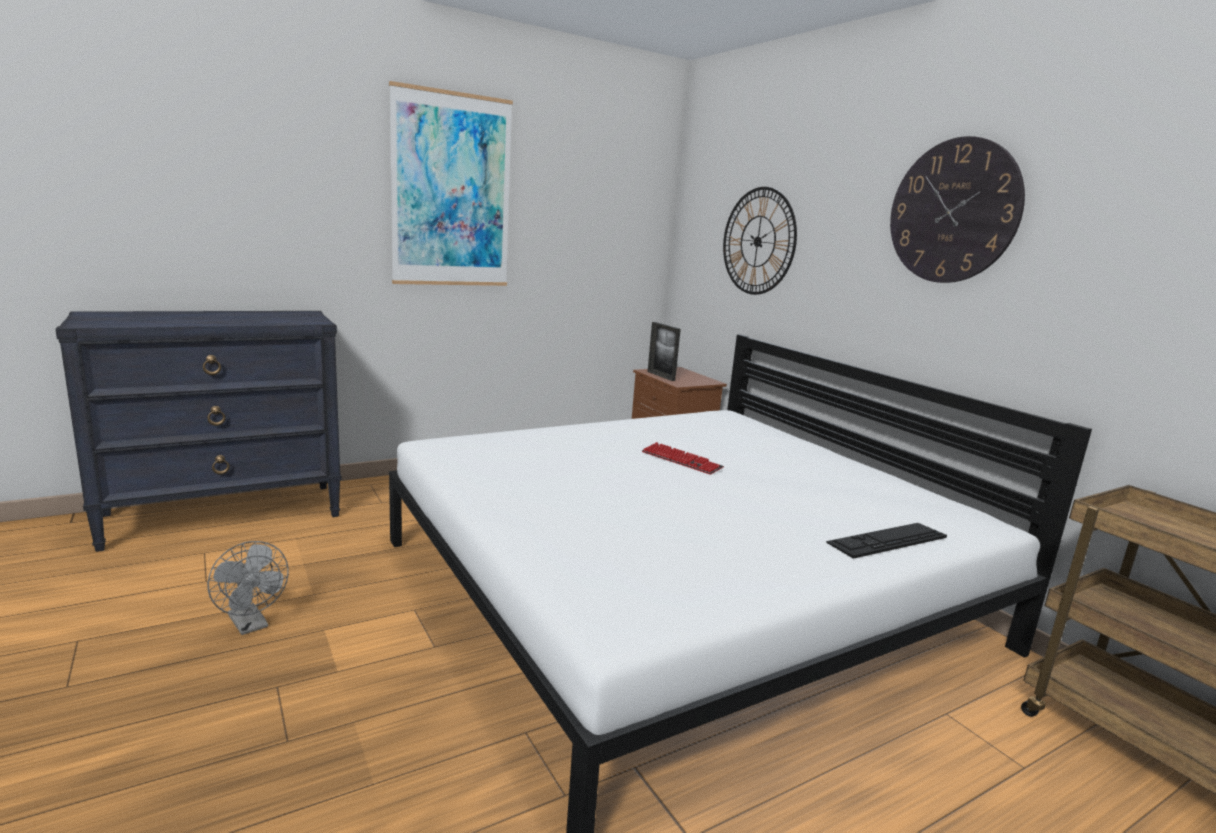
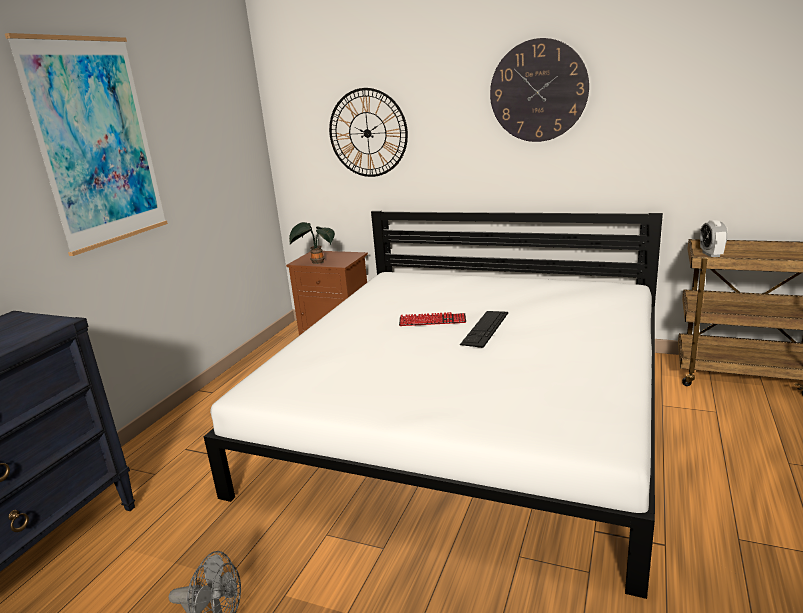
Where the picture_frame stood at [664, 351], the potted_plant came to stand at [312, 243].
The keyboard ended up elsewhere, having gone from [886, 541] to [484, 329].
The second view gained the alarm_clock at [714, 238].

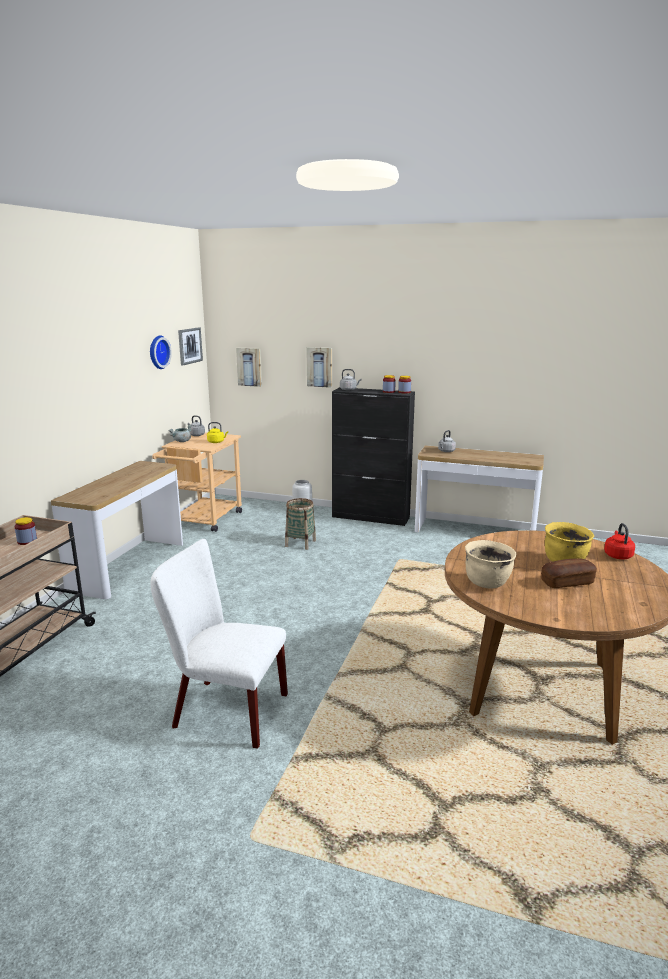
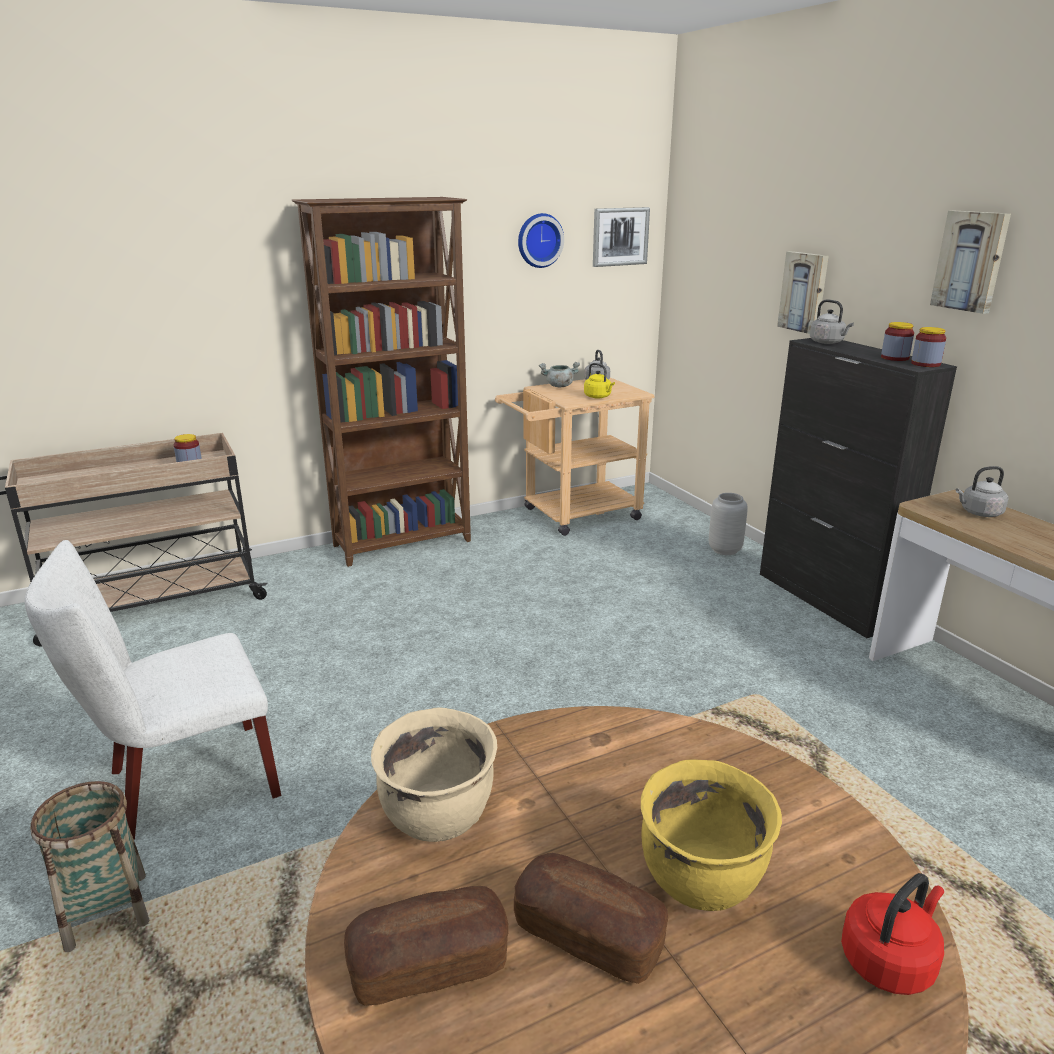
The white_chair at [219, 644] ended up facing another way, 90 degrees counterclockwise from before.
The basket ended up elsewhere, having gone from [300, 524] to [89, 866].
Where the console_table stood at [117, 530], the brown_bookcase came to stand at [381, 382].
The second view gained the bread at [426, 946].
The picture ended up elsewhere, having gone from [249, 367] to [970, 262].

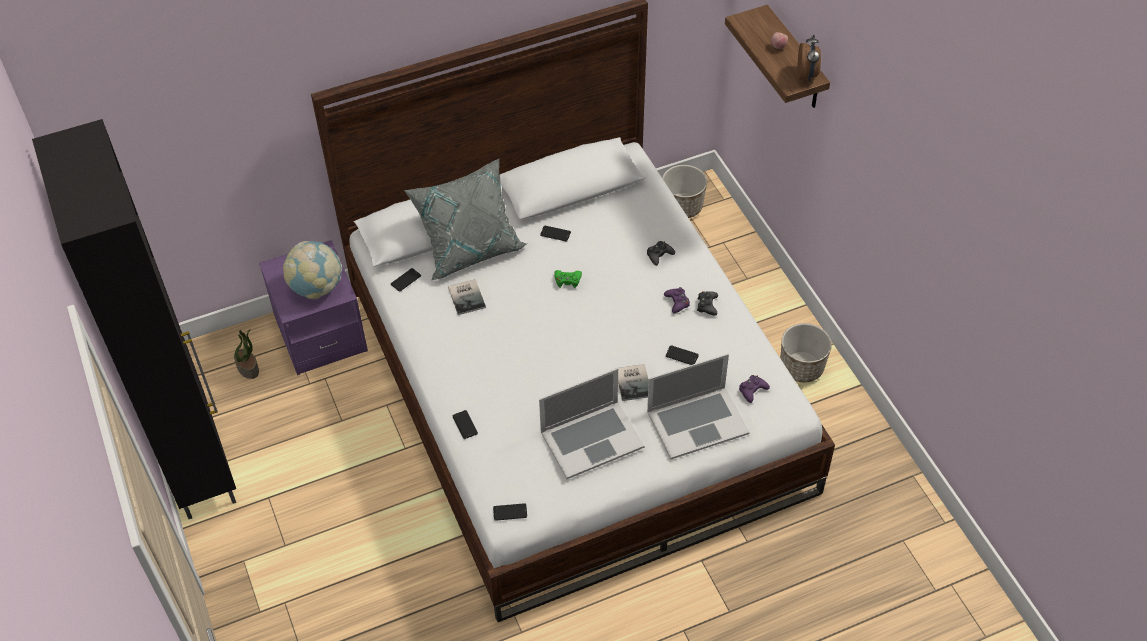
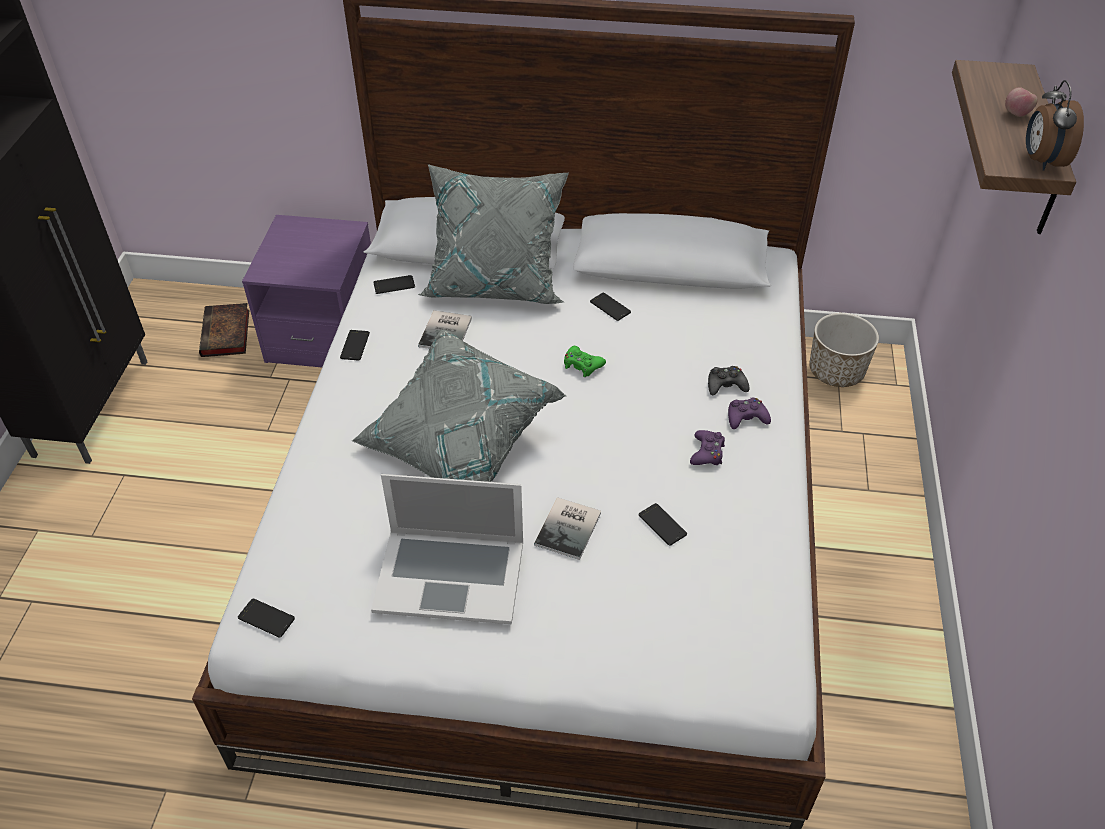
Where the potted_plant stood at [246, 354], the book came to stand at [224, 330].
The phone ended up elsewhere, having gone from [465, 424] to [355, 345].
The second view gained the grey_pillow at [459, 405].
The purple_game_controller ended up elsewhere, having gone from [754, 389] to [749, 413].
The alarm_clock at [809, 58] ended up facing another way, 150 degrees clockwise from before.
The second view lost the globe at [312, 270].
The second view lost the laptop at [698, 407].
The second view lost the black_game_controller at [707, 303].
The second view lost the planter at [806, 352].

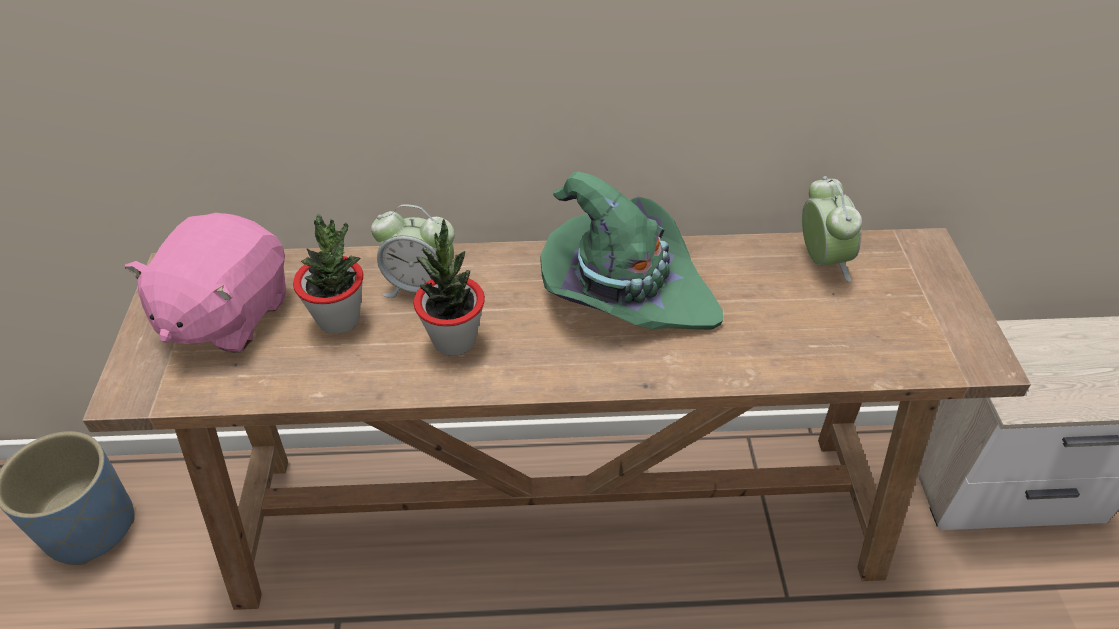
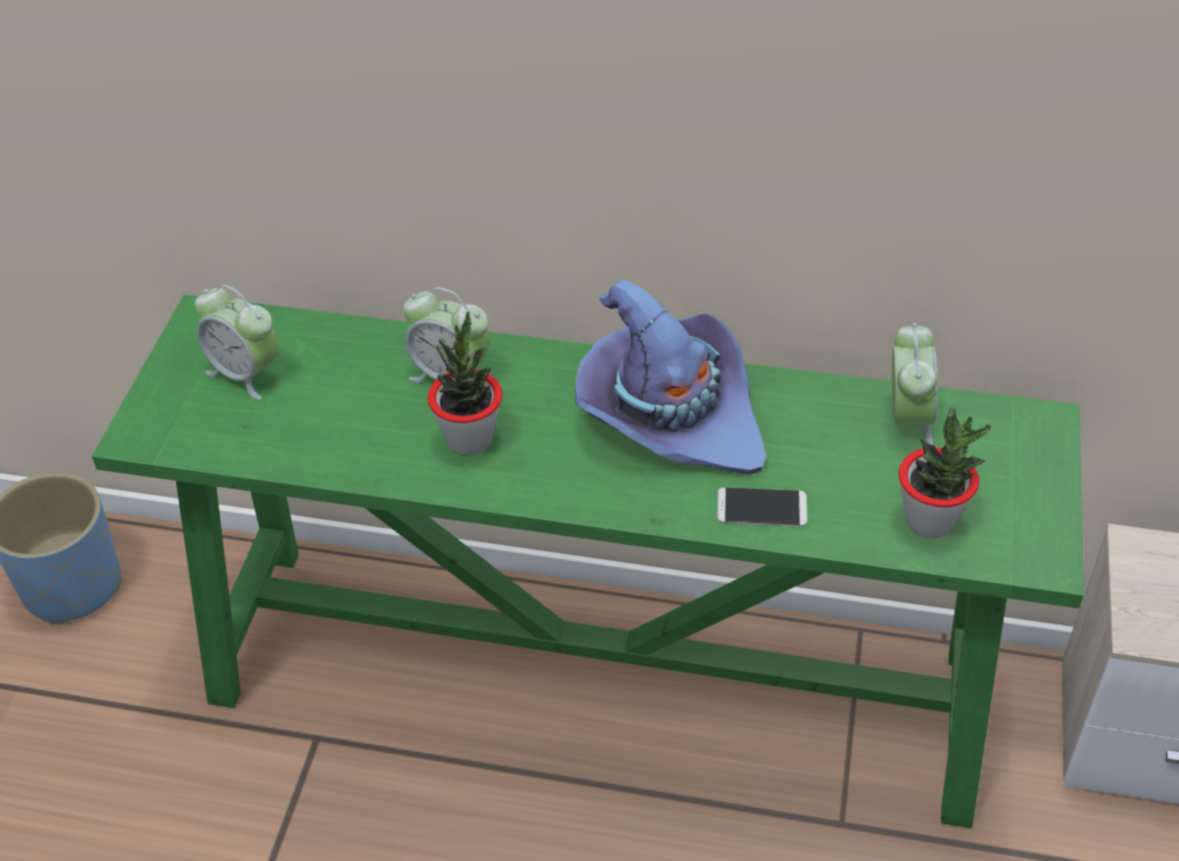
What was the brown_console_table at [557, 419] turned into the green_console_table at [588, 561].
Where the pink_plush_toy stood at [205, 283], the alarm_clock came to stand at [237, 342].
What was the green_hat at [631, 250] turned into the purple_hat at [670, 377].
The second view gained the phone at [762, 507].
The potted_plant ended up elsewhere, having gone from [328, 274] to [945, 472].

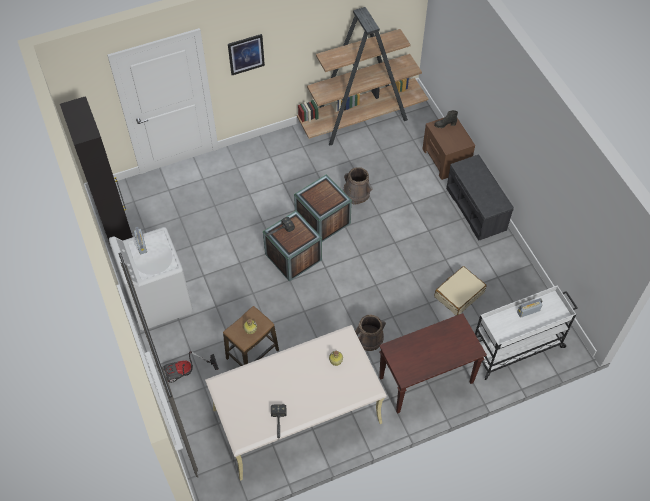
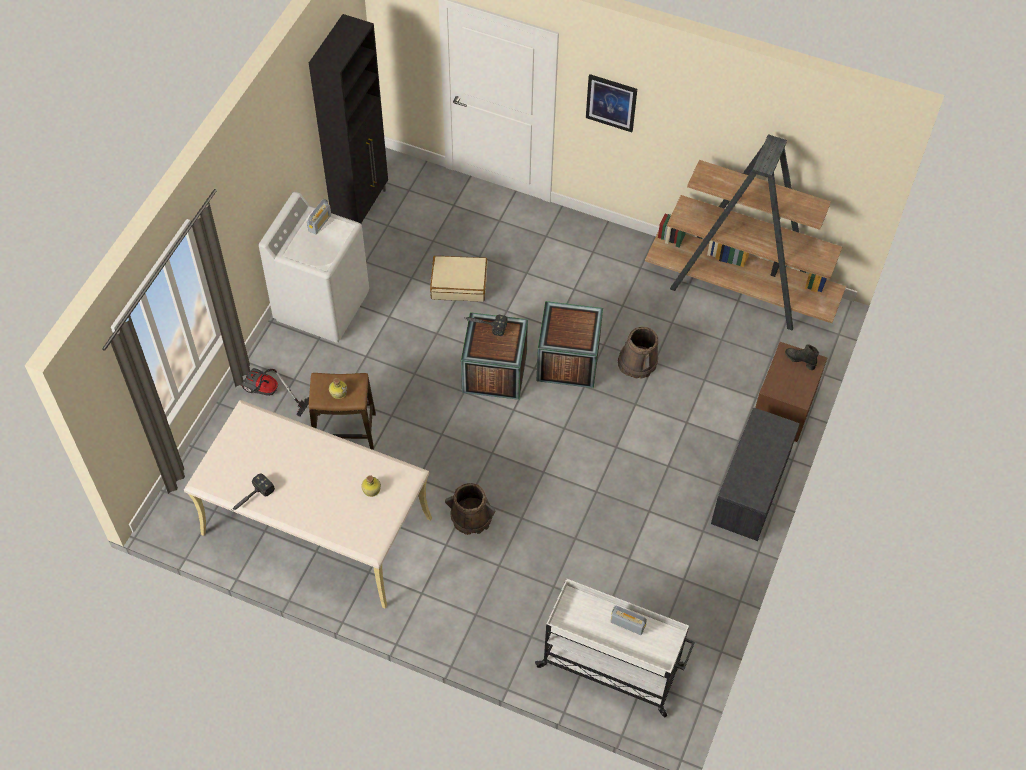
The beige_suitcase ended up elsewhere, having gone from [460, 291] to [458, 279].
The second view lost the brown_console_table at [433, 363].

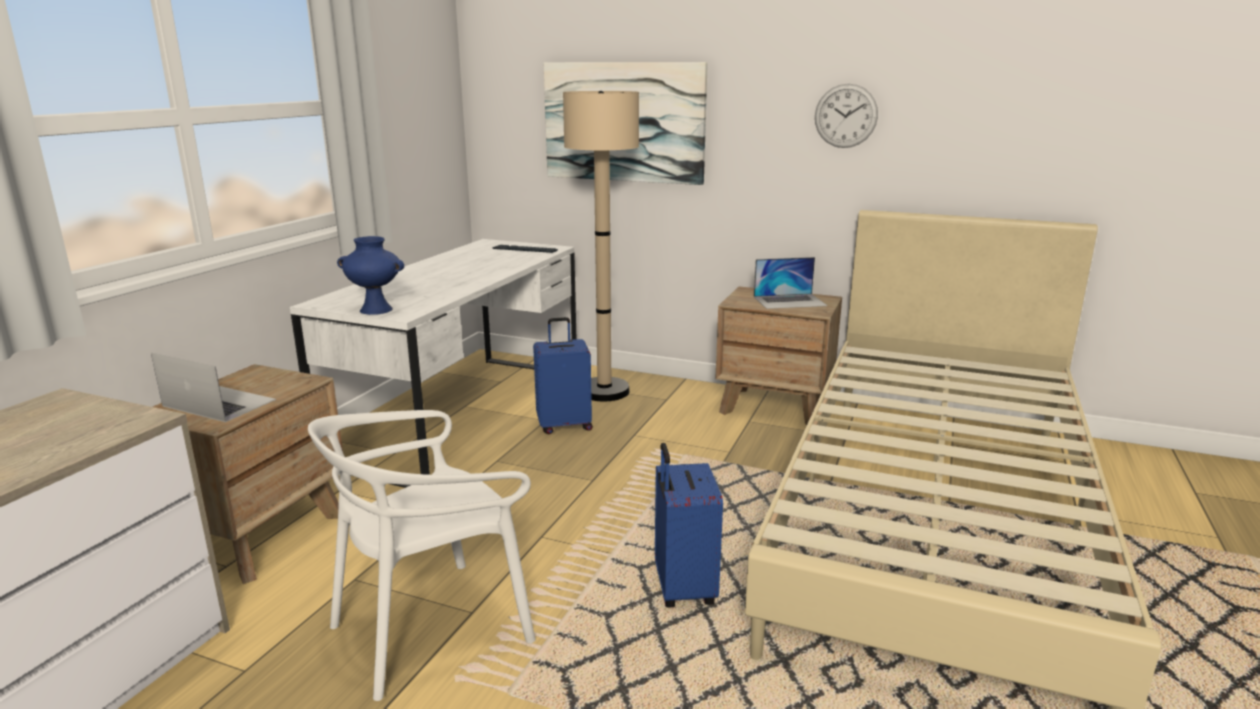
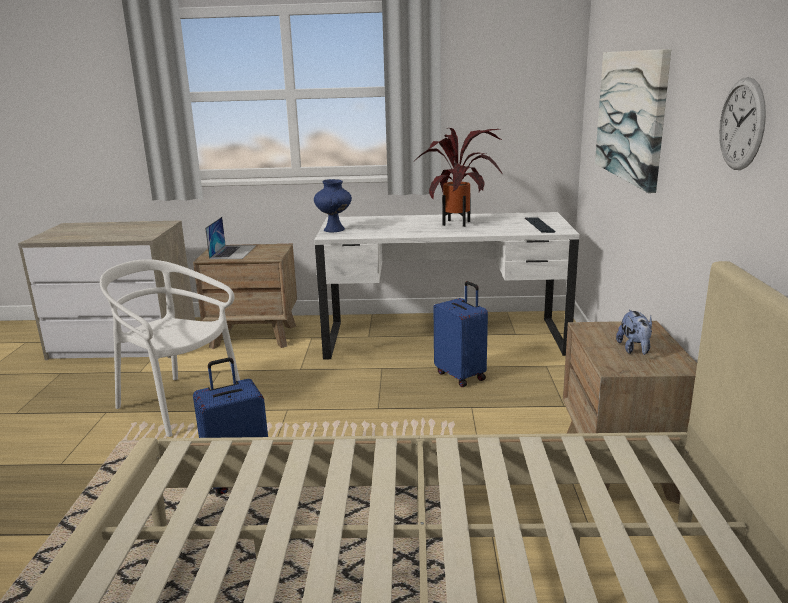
The second view gained the potted_plant at [458, 177].
Where the laptop stood at [790, 283], the plush_toy came to stand at [634, 332].
The second view lost the beige_floor_lamp at [601, 246].

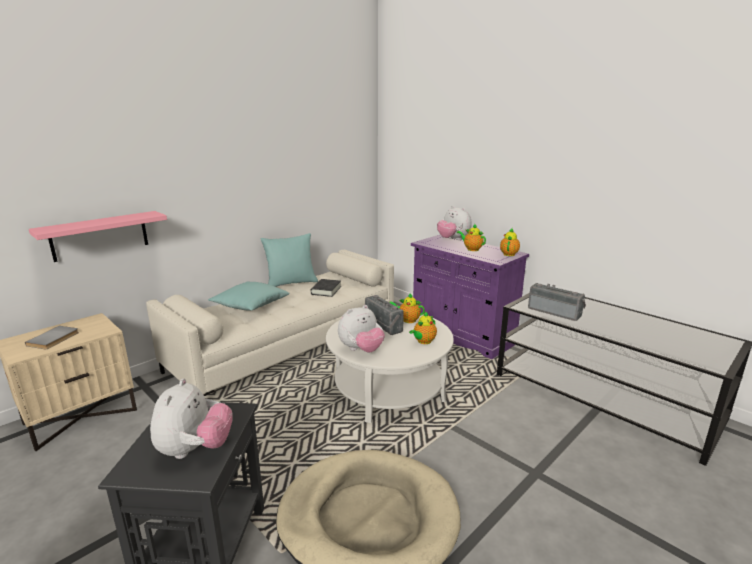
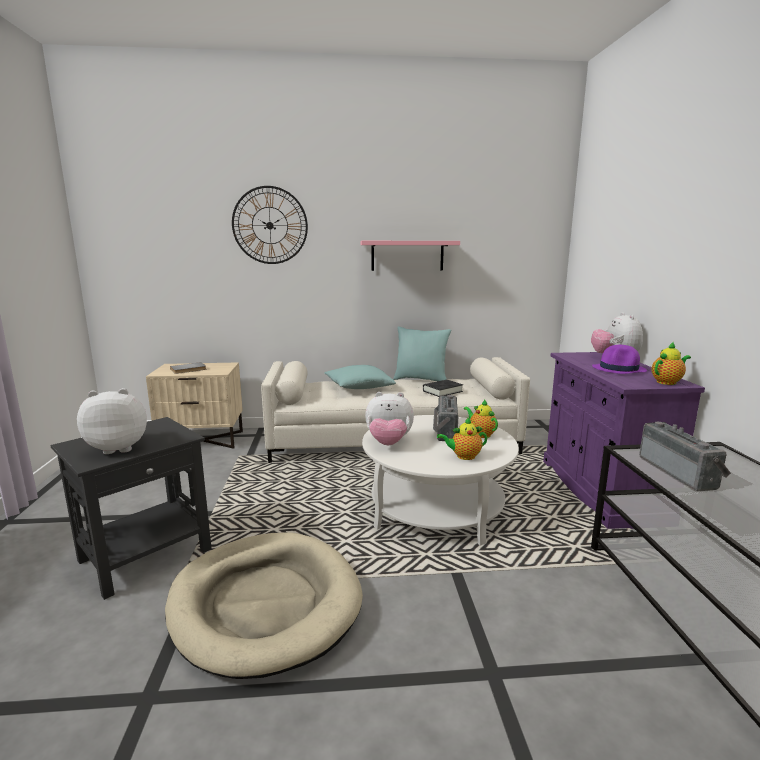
The plush_toy at [191, 419] ended up facing another way, 150 degrees counterclockwise from before.
The second view gained the wall_clock at [270, 225].
The pink_shelf ended up elsewhere, having gone from [98, 236] to [410, 256].
Where the teapot stood at [471, 237], the purple_hat came to stand at [619, 359].

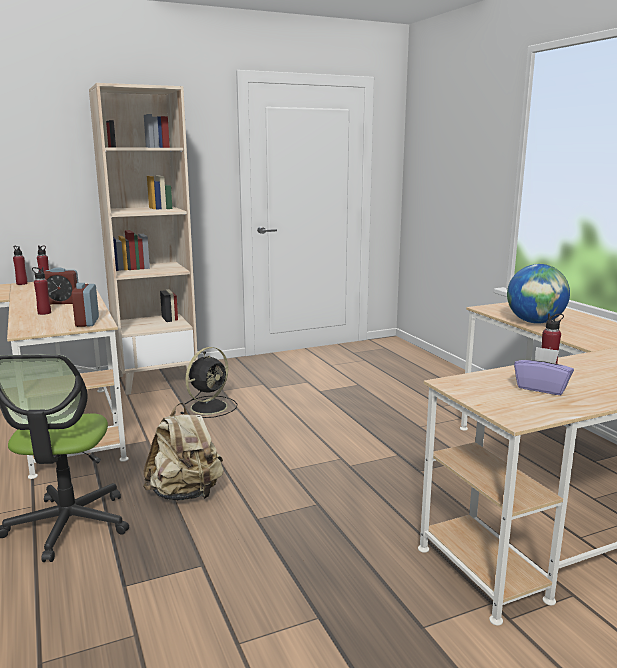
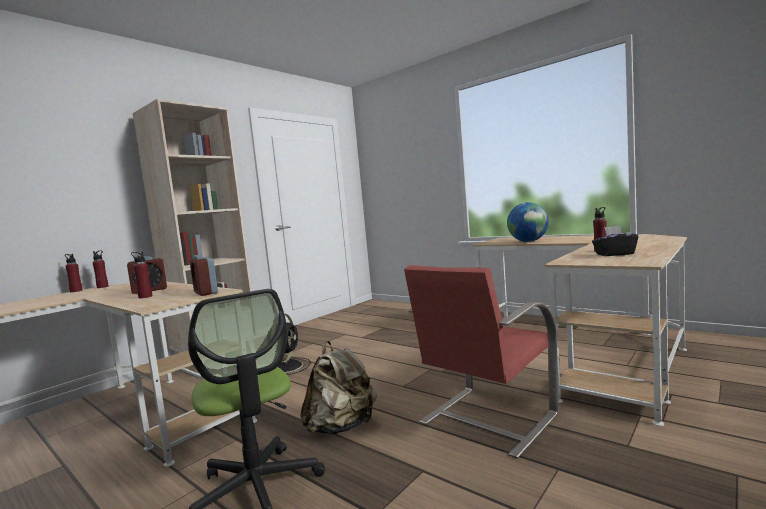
The second view gained the red_chair at [481, 362].
What was the purple_tissue_box at [544, 371] turned into the black_tissue_box at [615, 241].

